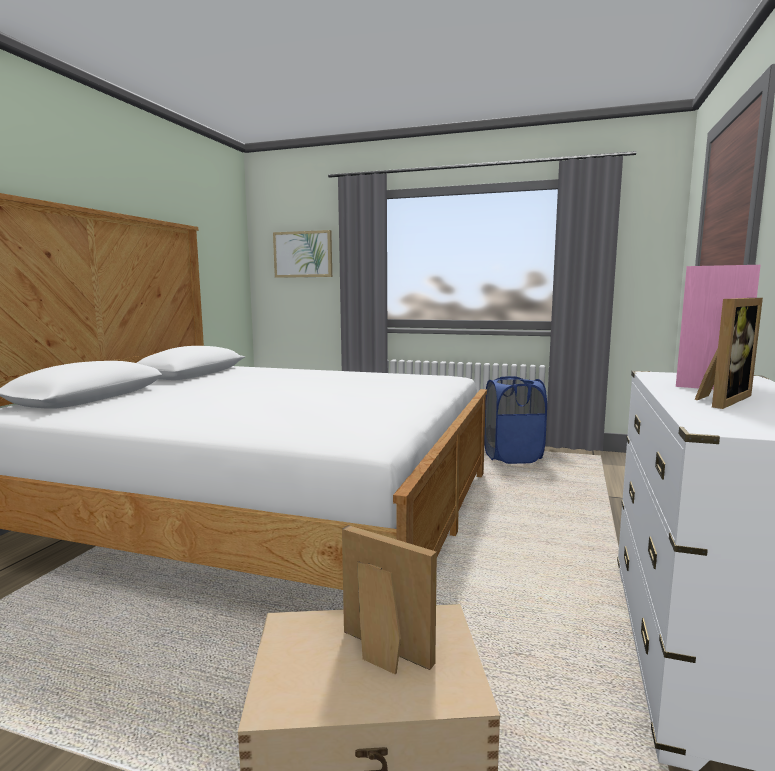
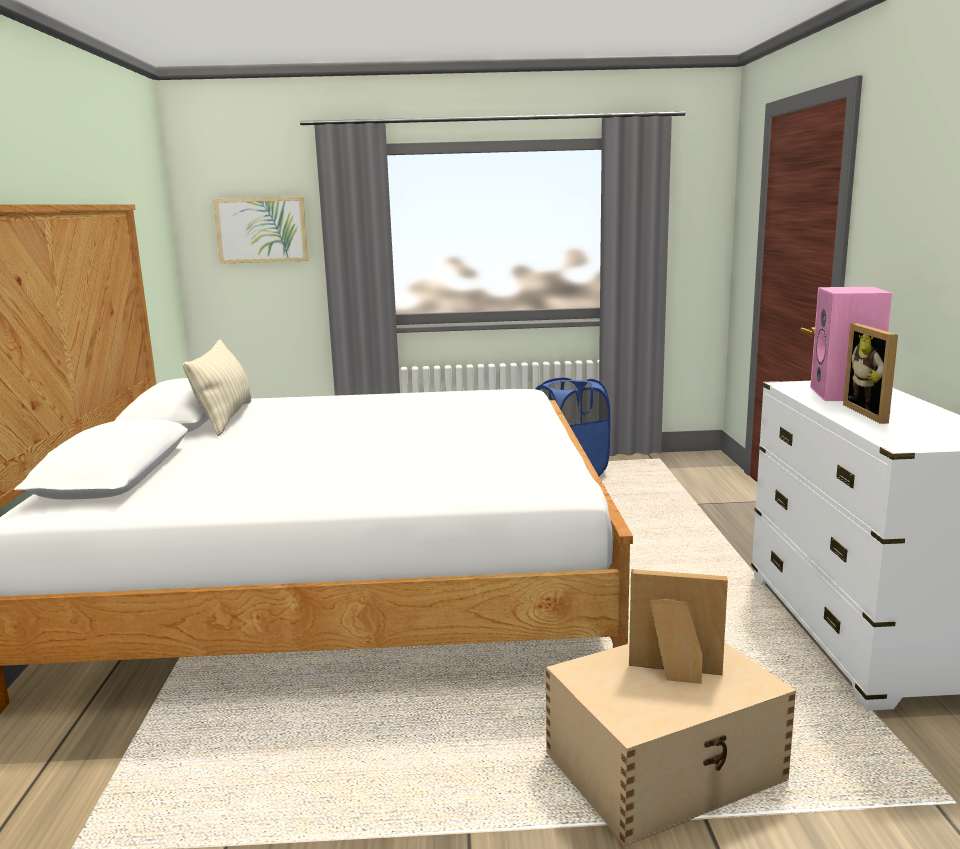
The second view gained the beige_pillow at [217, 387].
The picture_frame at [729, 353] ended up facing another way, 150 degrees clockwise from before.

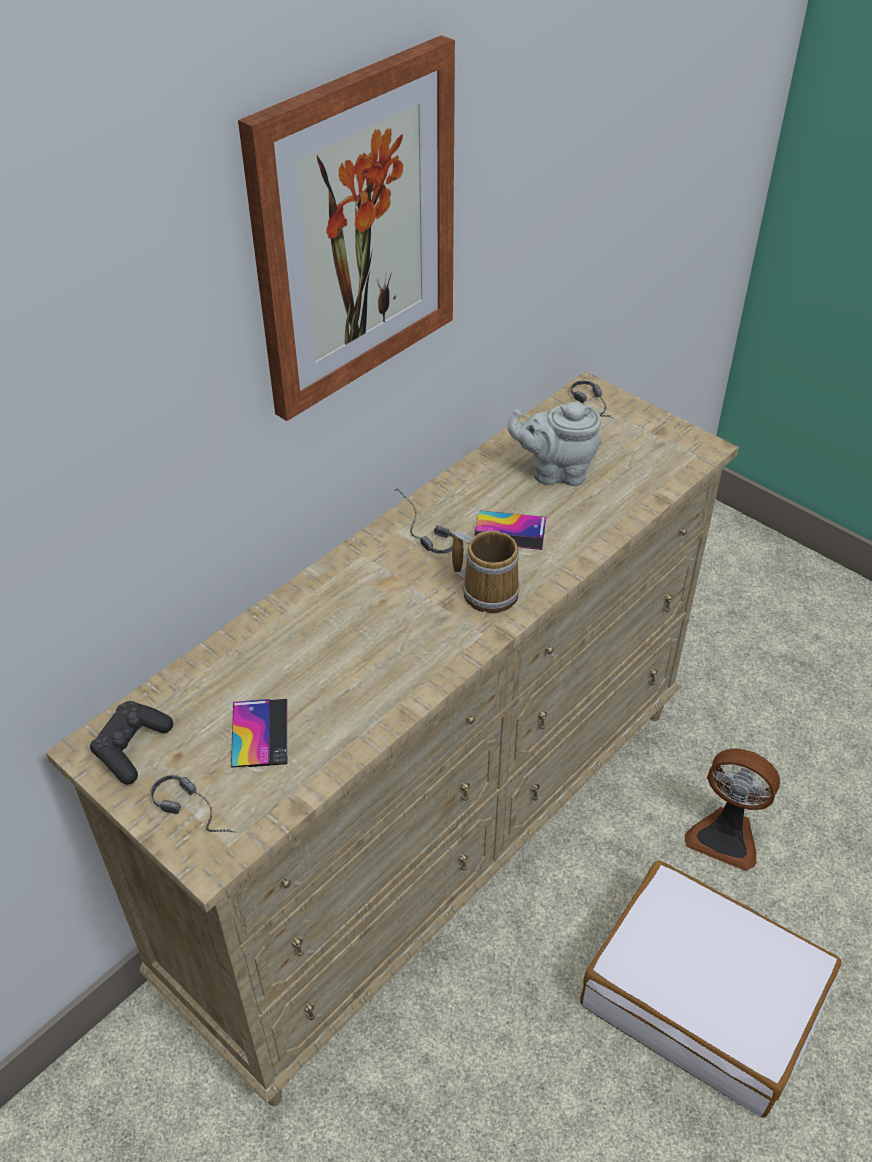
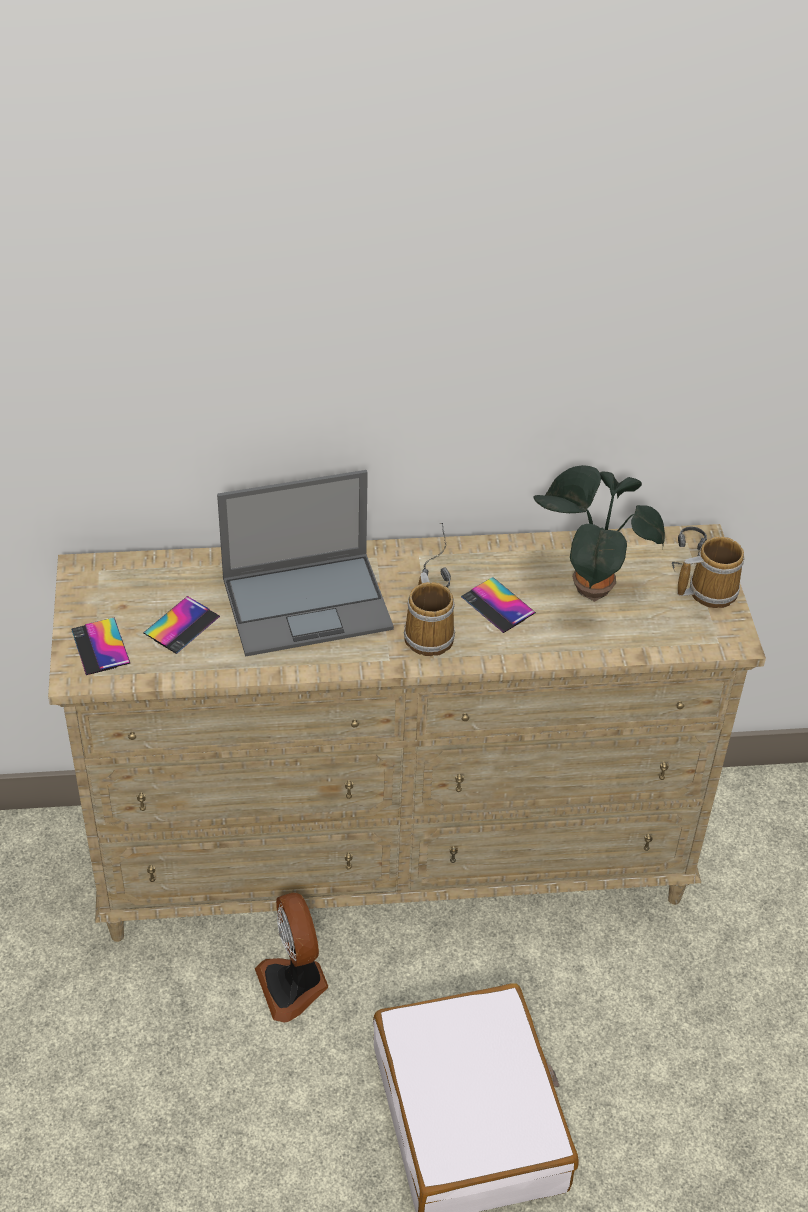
Where the headphones stood at [192, 803], the phone came to stand at [100, 646].
The second view gained the laptop at [305, 563].
The fan ended up elsewhere, having gone from [732, 809] to [291, 958].
Where the grey_teapot stood at [554, 444], the potted_plant came to stand at [599, 533].
The second view gained the mug at [711, 572].
The second view lost the black_game_controller at [131, 743].
The second view lost the picture at [346, 228].

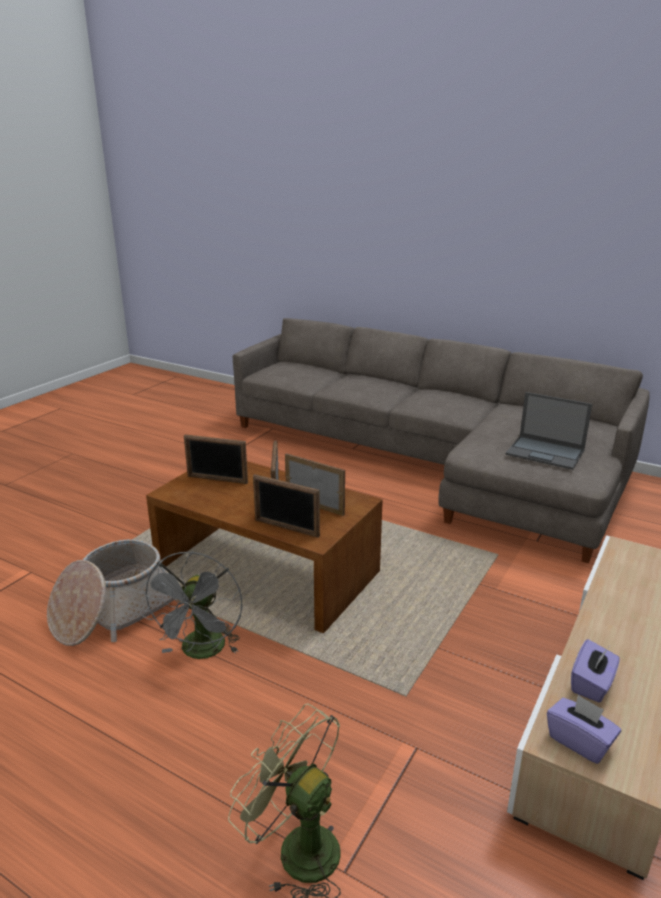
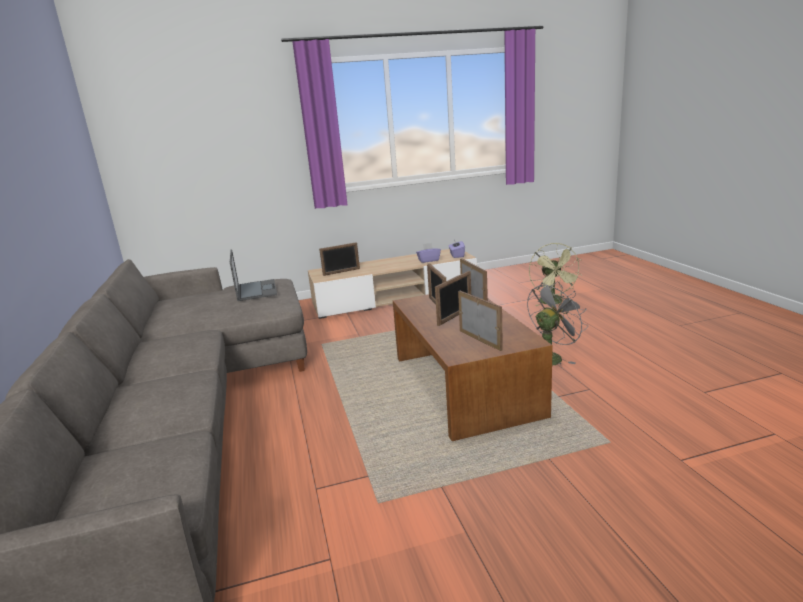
The second view gained the picture_frame at [339, 259].
The second view lost the basket at [114, 592].

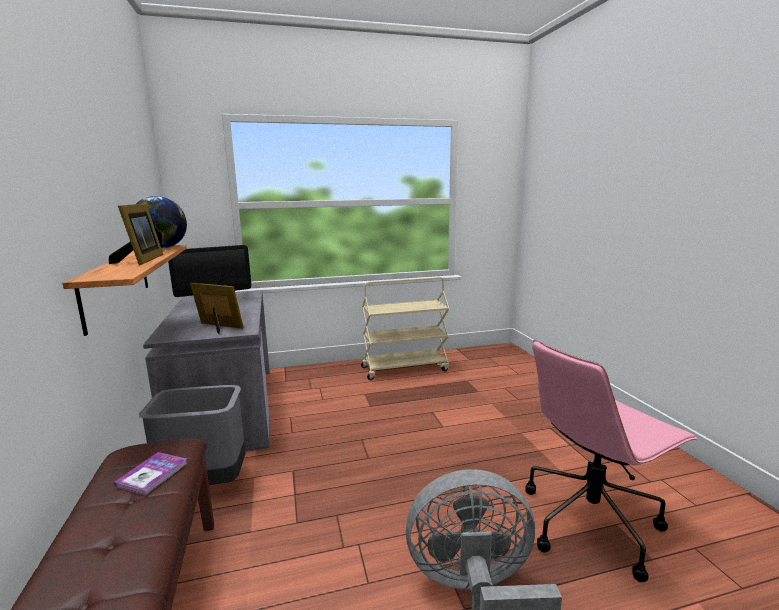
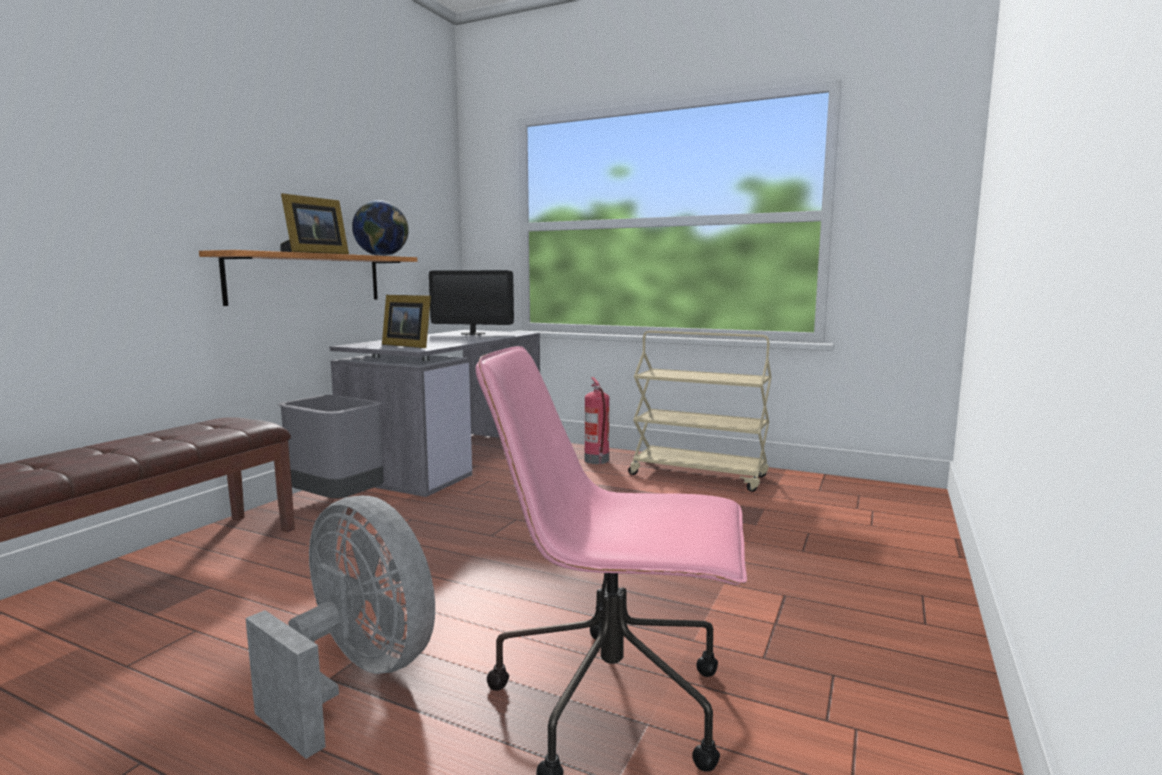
The picture_frame at [217, 308] ended up facing another way, 150 degrees clockwise from before.
The second view gained the fire_extinguisher at [596, 420].
The second view lost the book at [151, 474].

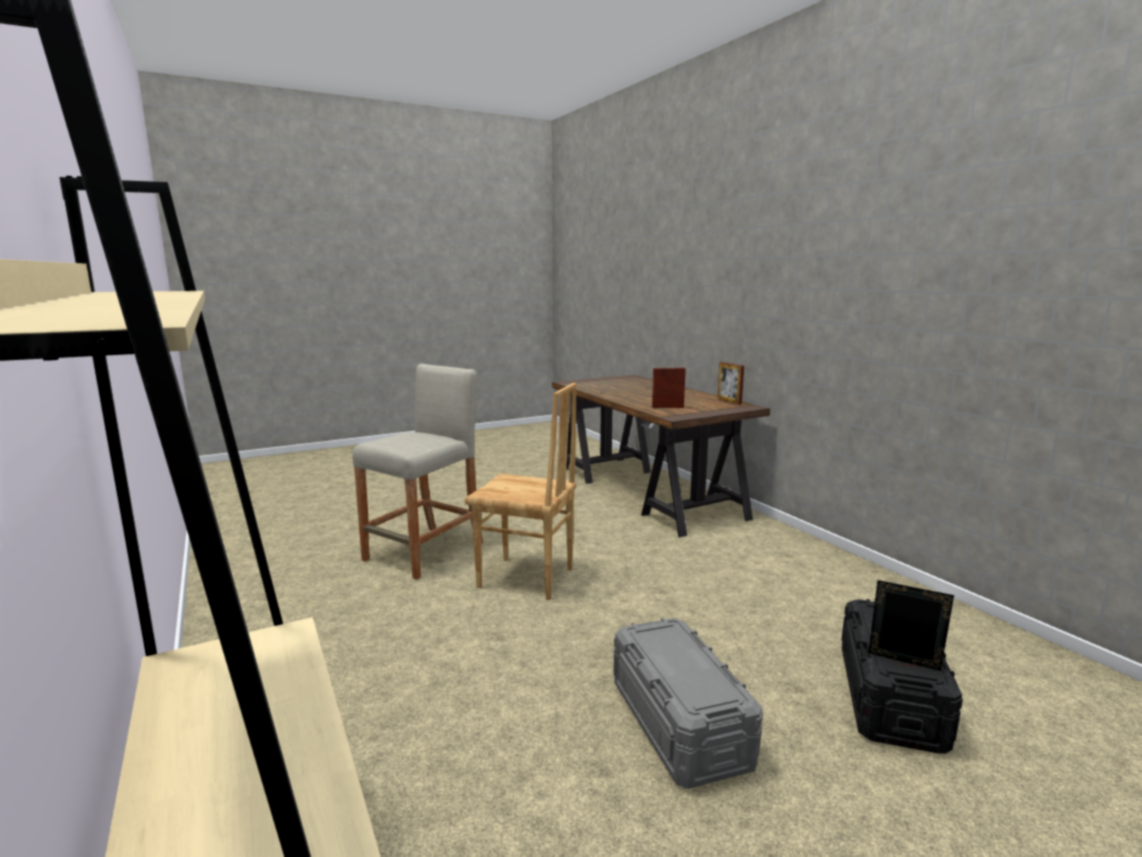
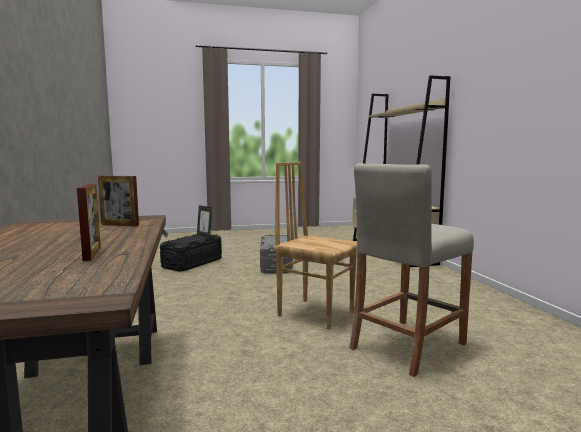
The picture_frame ended up elsewhere, having gone from [730, 383] to [89, 222].

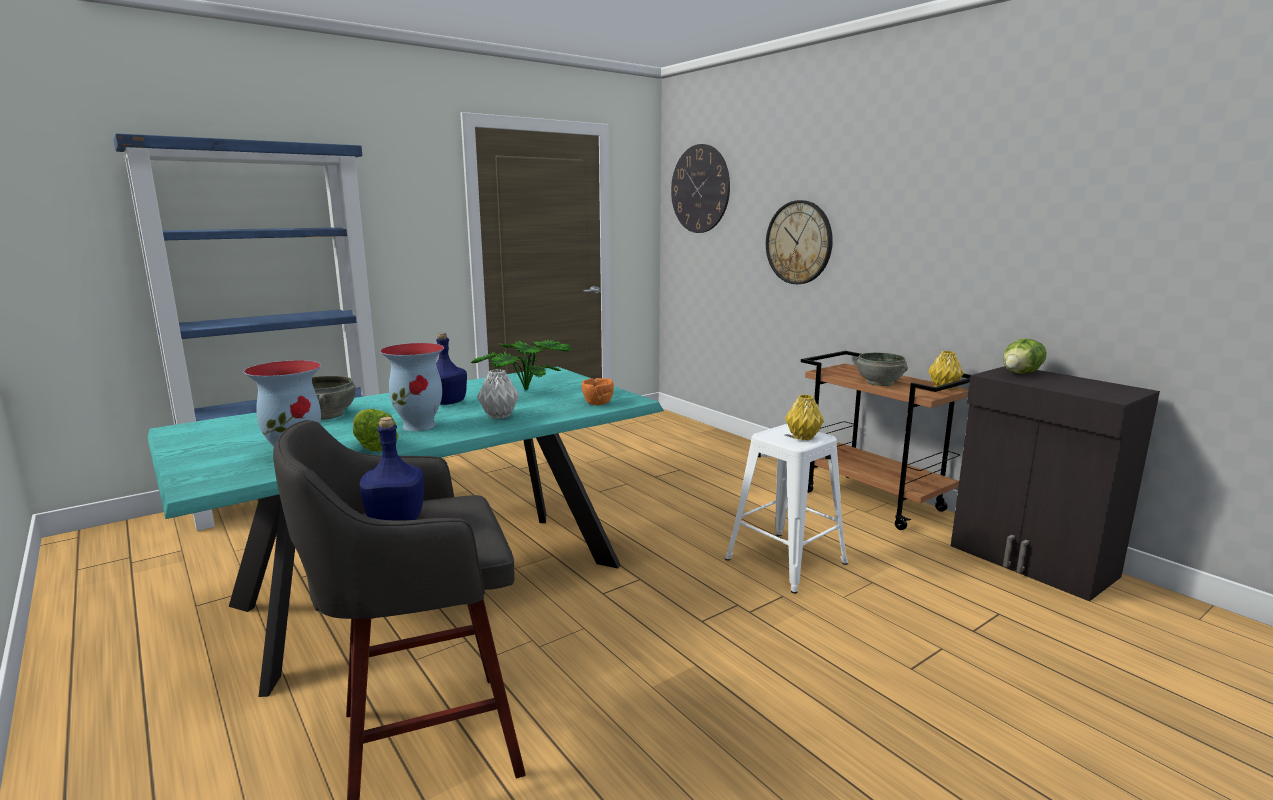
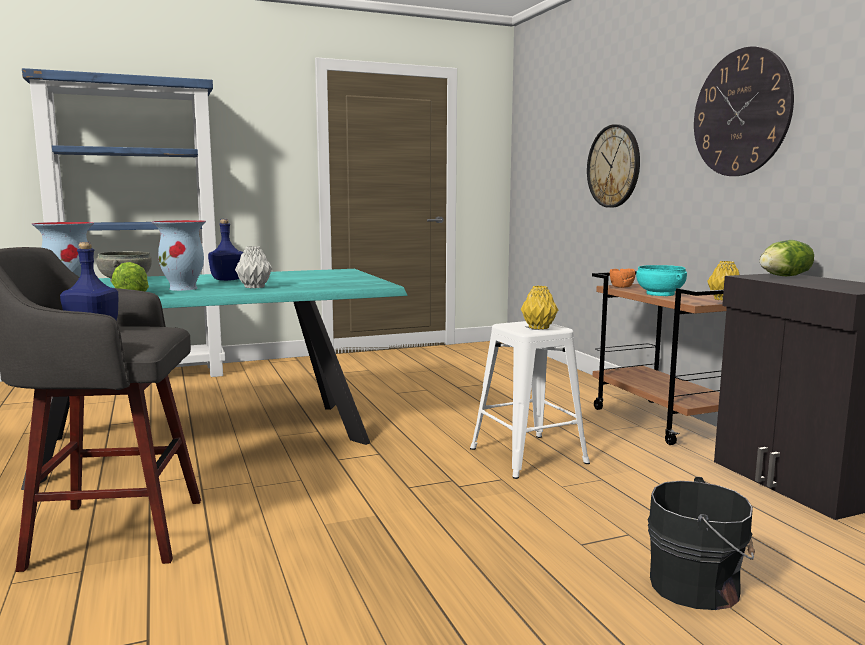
The orange_bowl ended up elsewhere, having gone from [597, 391] to [622, 278].
What was the grey_bowl at [882, 369] turned into the turquoise_bowl at [661, 280].
The second view gained the black_bucket at [701, 543].
The wall_clock ended up elsewhere, having gone from [700, 188] to [744, 111].
The second view lost the potted_plant at [521, 365].

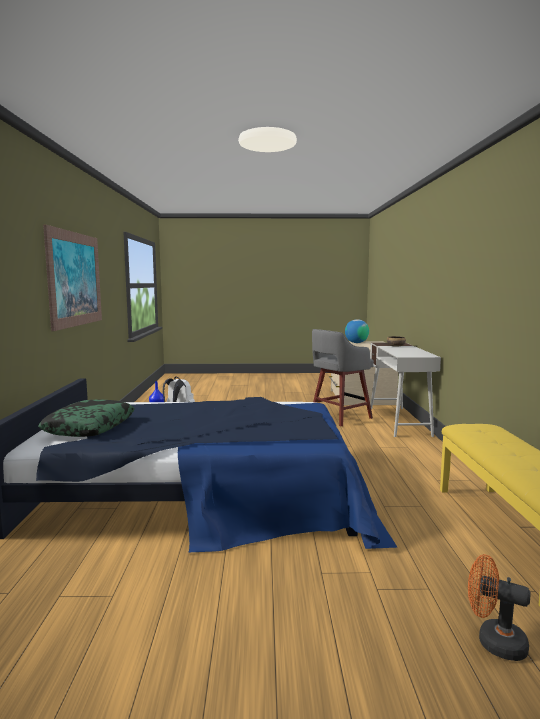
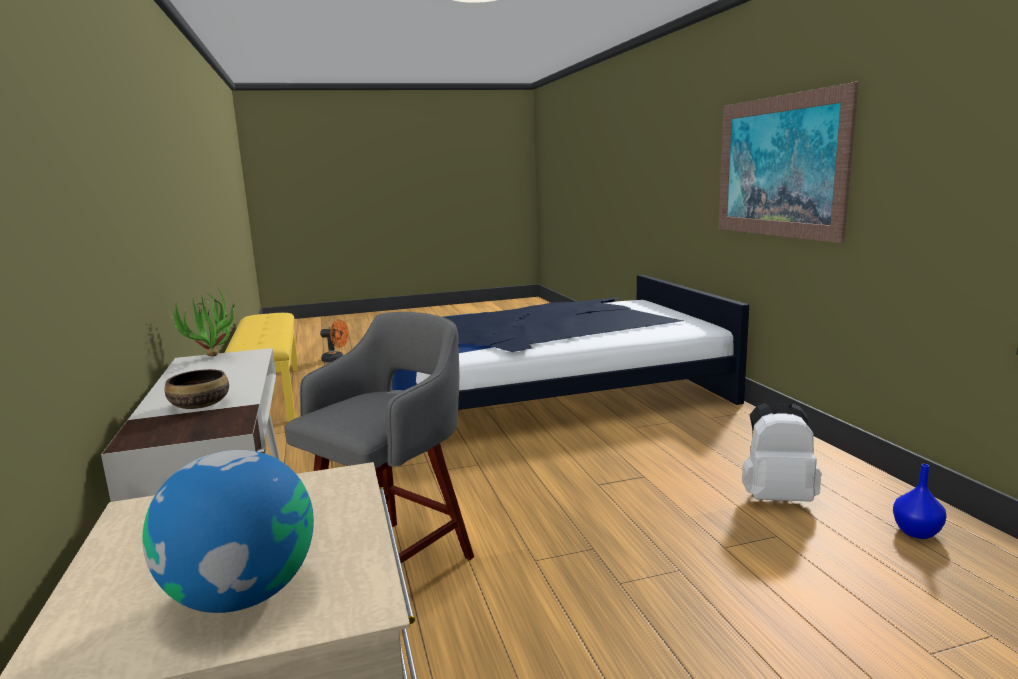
The second view gained the potted_plant at [204, 323].
The second view lost the pillow at [86, 418].

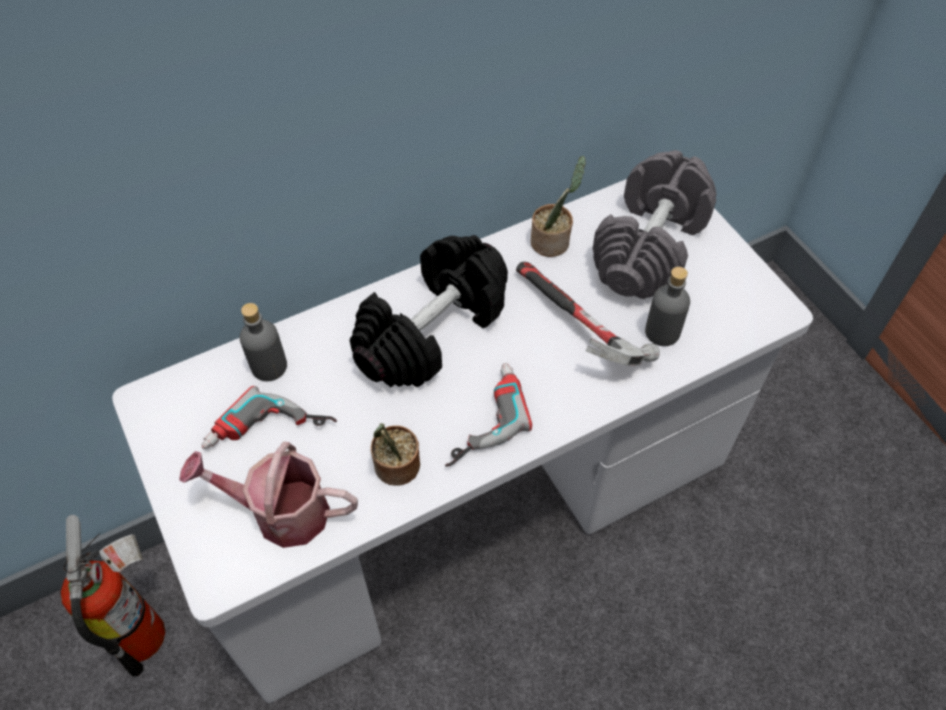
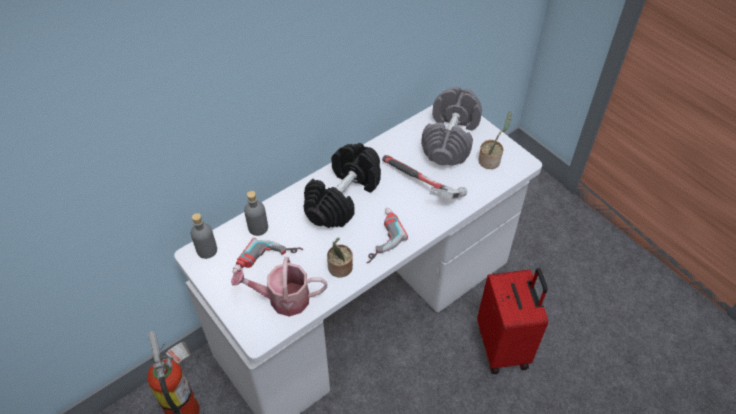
The grey_bottle ended up elsewhere, having gone from [667, 306] to [204, 236].
The second view gained the red_suitcase at [512, 321].
The potted_plant ended up elsewhere, having gone from [558, 206] to [495, 140].

